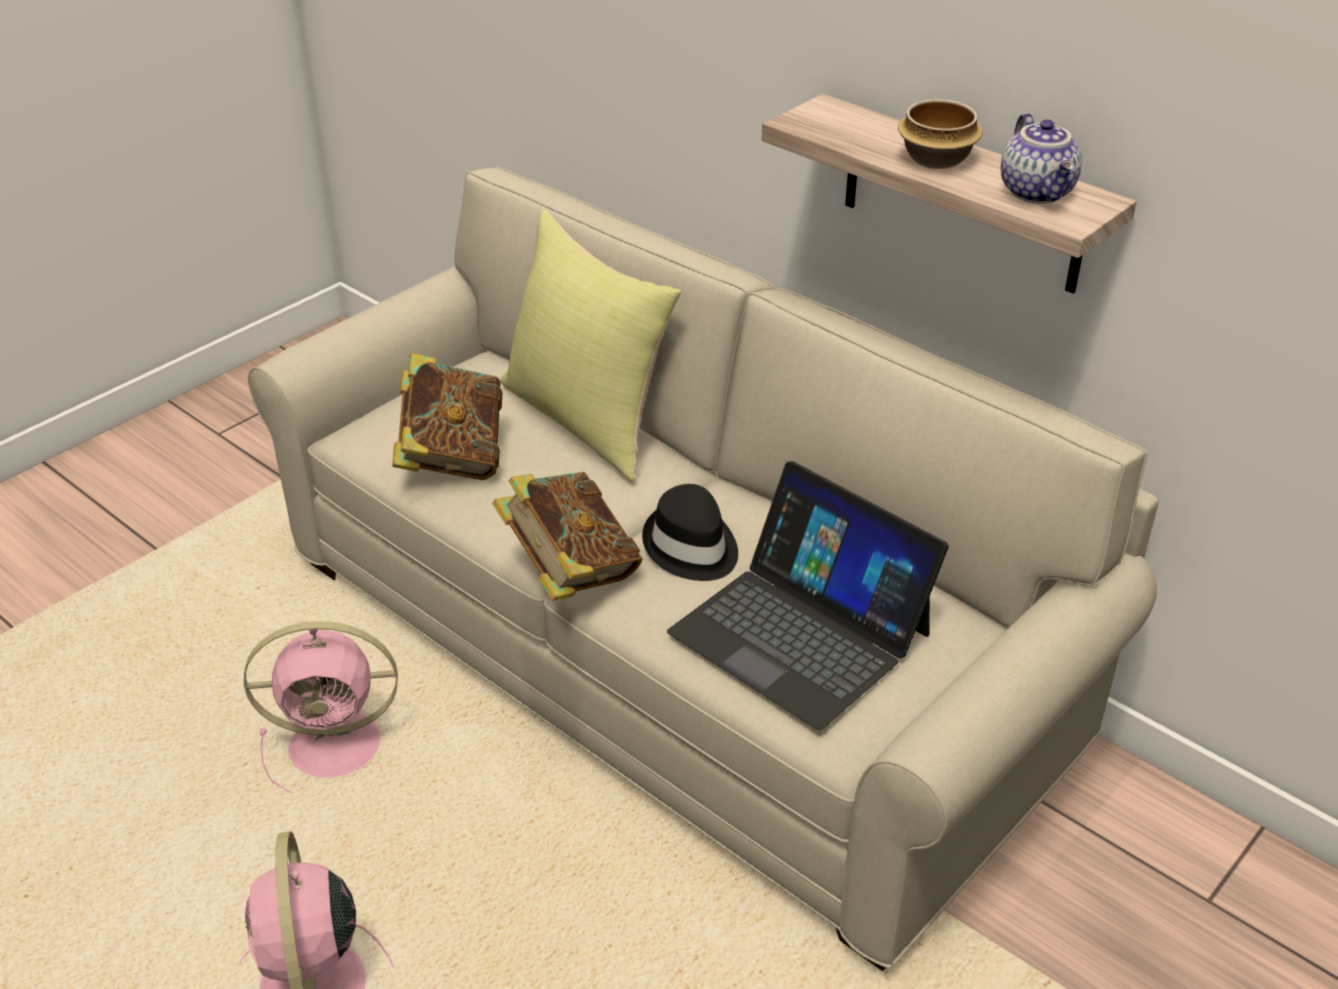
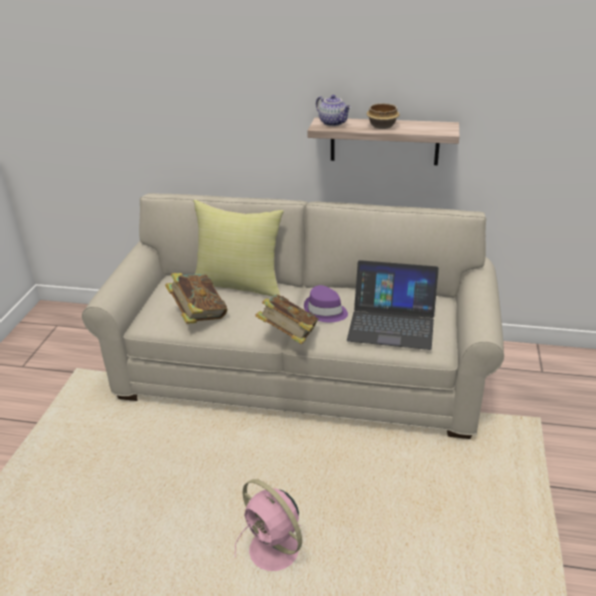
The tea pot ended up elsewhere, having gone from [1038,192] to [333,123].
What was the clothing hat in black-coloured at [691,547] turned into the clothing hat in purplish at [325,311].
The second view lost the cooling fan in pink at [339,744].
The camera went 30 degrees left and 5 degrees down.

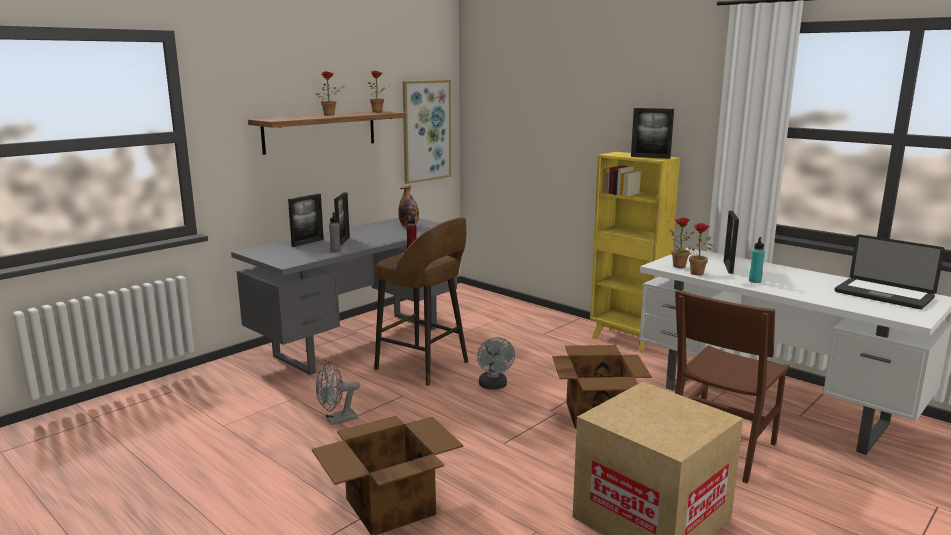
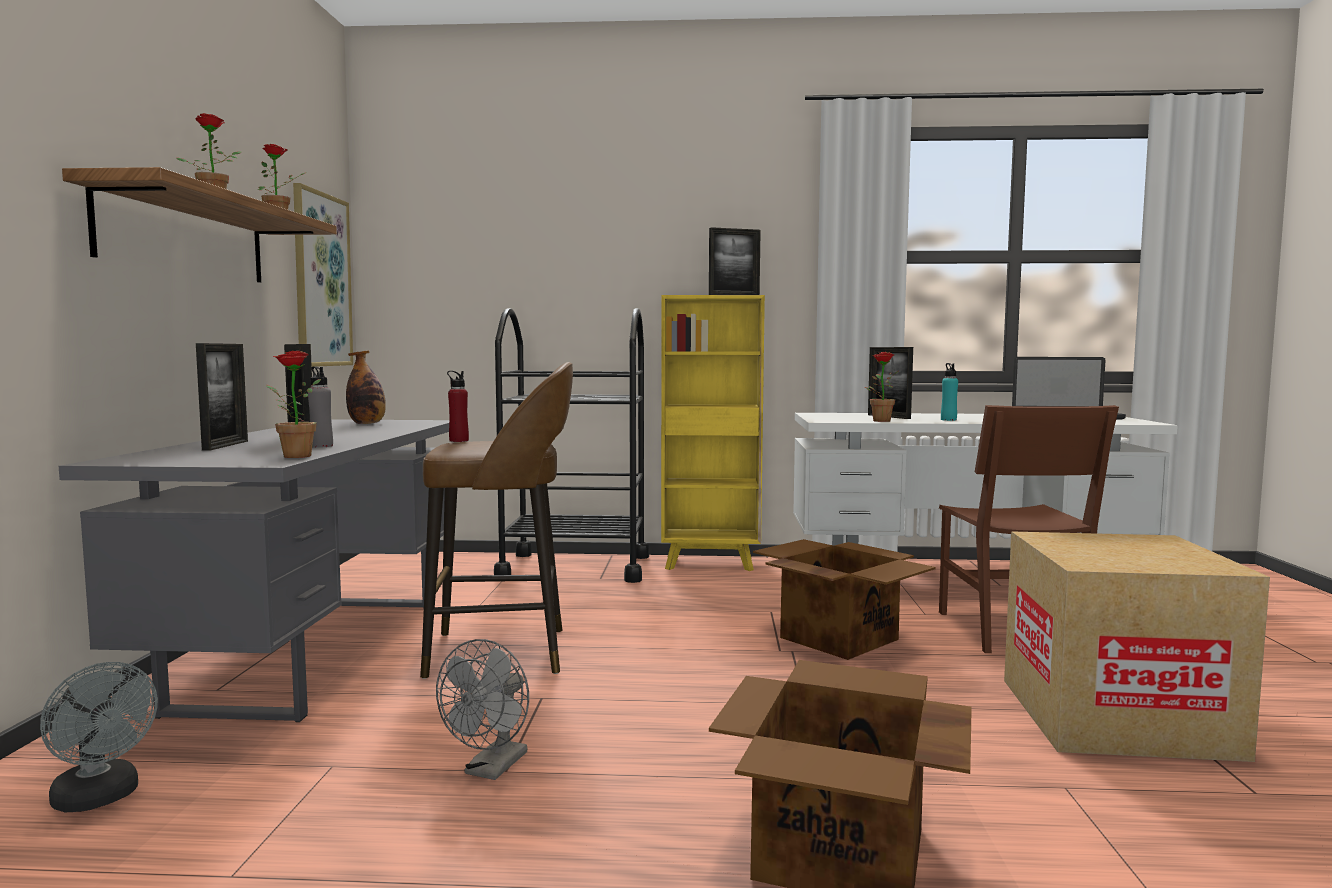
The houseplant ended up elsewhere, having gone from [676,265] to [292,456].
The cooling fan in gray ended up elsewhere, having gone from [494,386] to [100,798].
The second view gained the trolley in black-coloured at [575,567].
The camera went 40 degrees left and 10 degrees down.

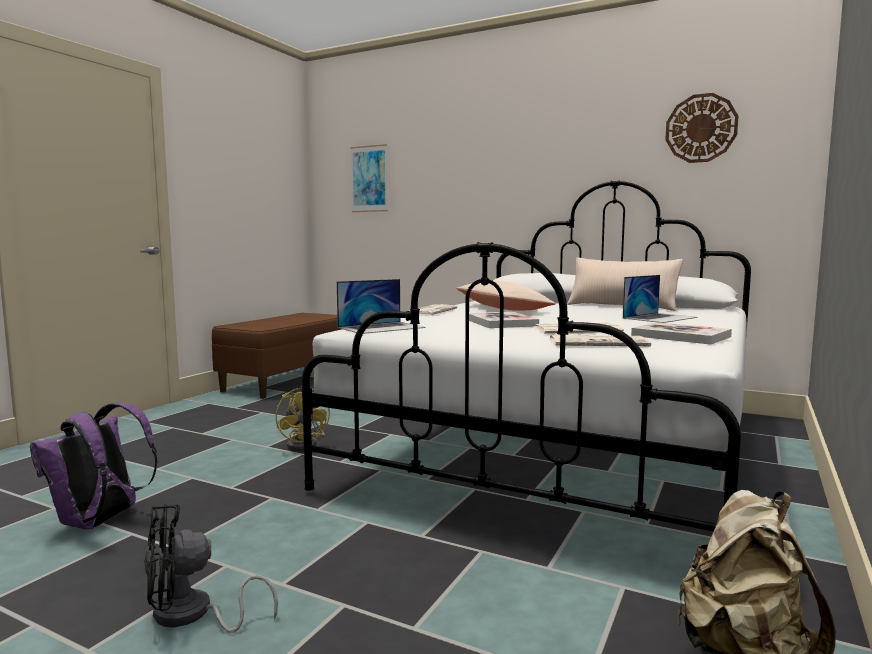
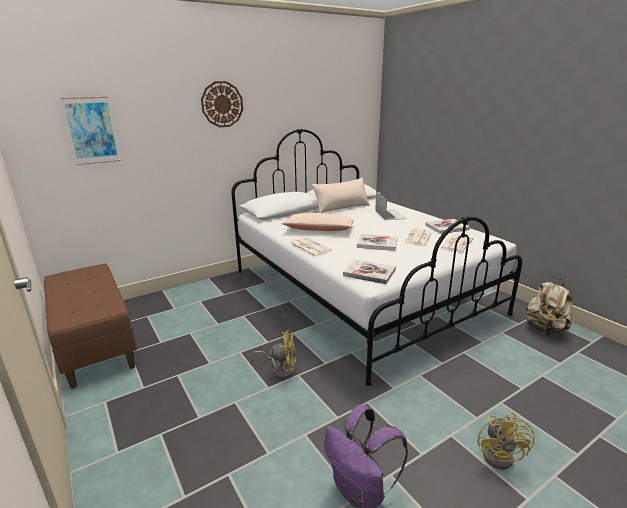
The wall clock ended up elsewhere, having gone from [701,128] to [222,104].
Where the portable computer stood at [381,327], the book came to stand at [369,273].
What was the cooling fan in black-coloured at [192,615] turned into the cooling fan in yellow-coloured at [501,455].
The camera went 60 degrees left and 15 degrees up.

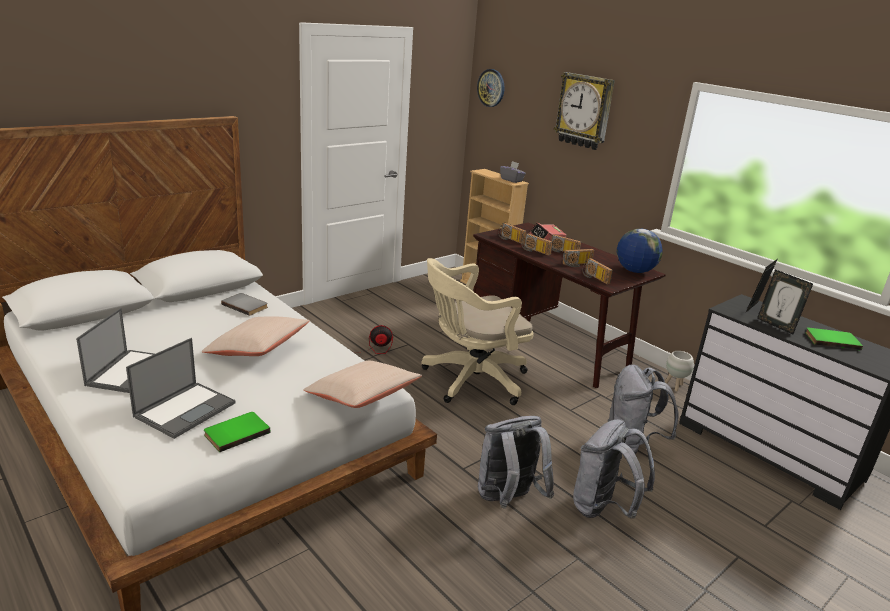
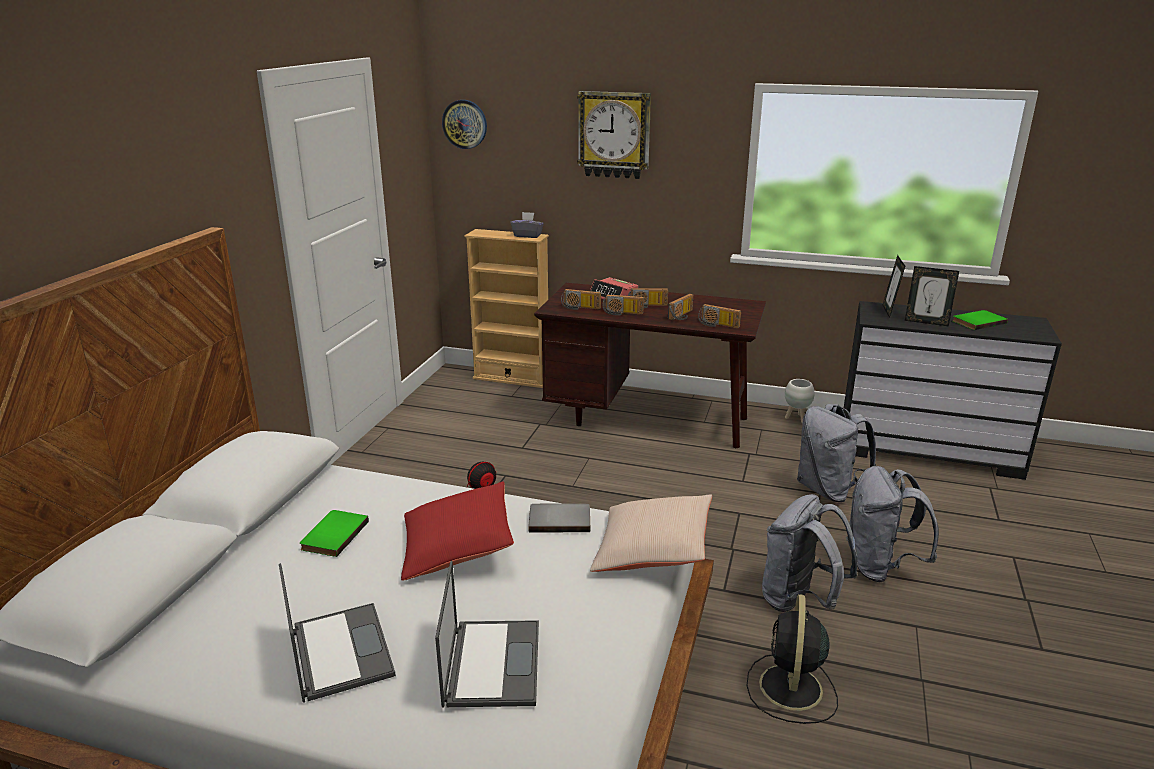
The second view lost the world globe at [635,271].
The second view lost the office chair in beige-coloured at [470,380].
The book in gray ended up elsewhere, having gone from [246,305] to [559,519].
What was the pillow in beige-coloured at [257,349] turned into the pillow in red-coloured at [457,547].
The book in green ended up elsewhere, having gone from [236,432] to [333,535].
The second view gained the cooling fan in black-coloured at [790,689].
The camera went 30 degrees left and 0 degrees up.

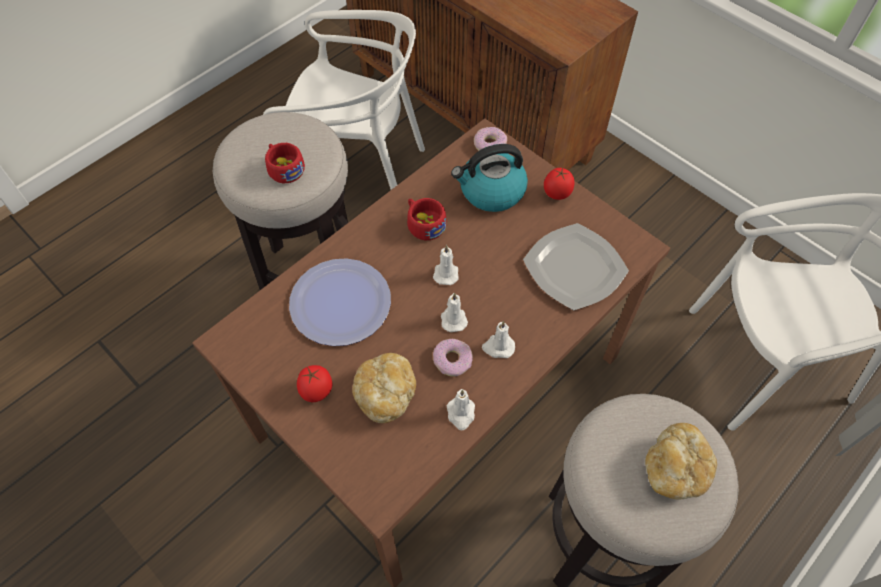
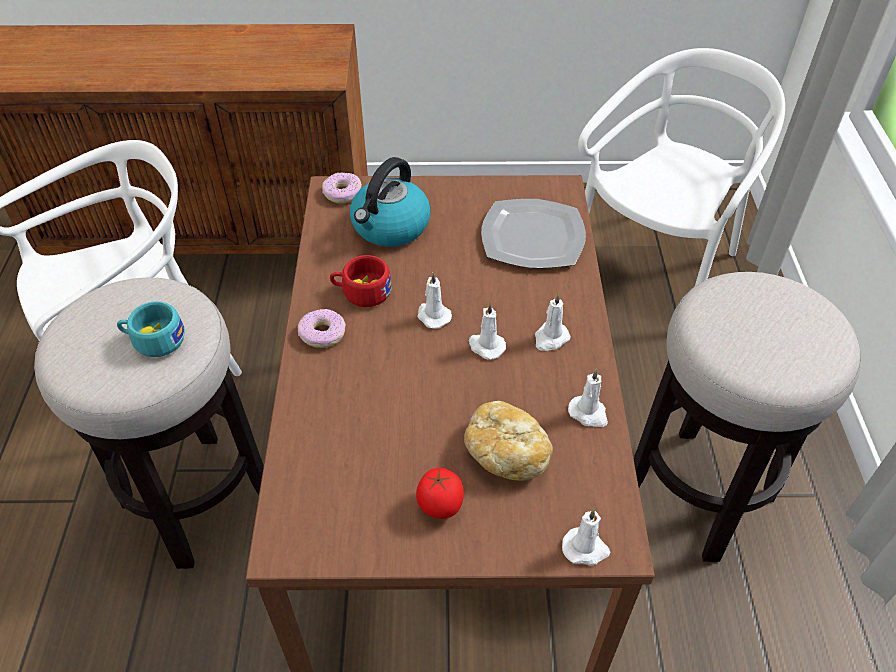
What was the cup in red-coloured at [284,168] turned into the cup in turquoise-coloured at [154,340].
The second view lost the whole tomato at [556,194].
The second view lost the flat dish at [341,303].
The donut ended up elsewhere, having gone from [452,360] to [322,333].
The second view lost the bread at [675,469].
The second view gained the candle in whitish at [586,548].
The camera went 45 degrees left and 10 degrees down.

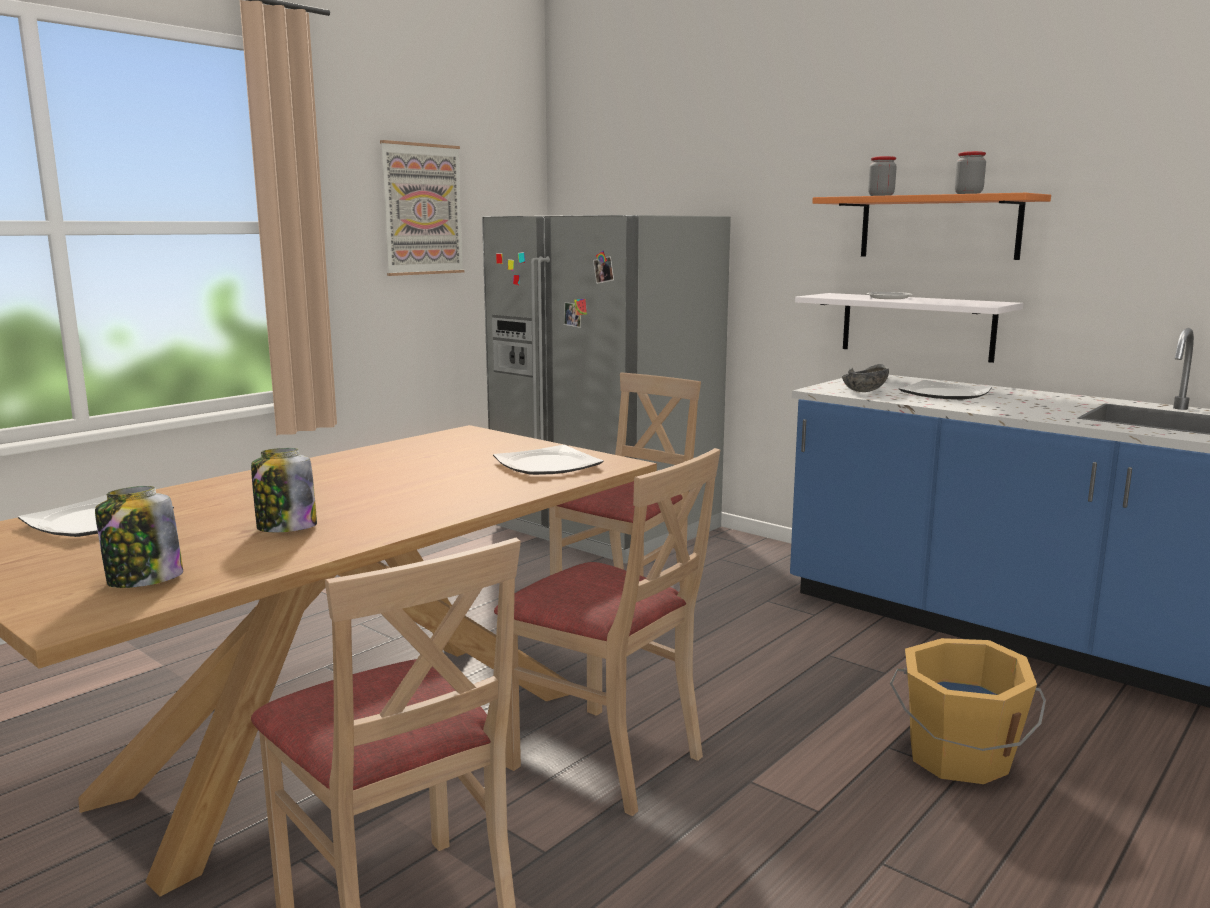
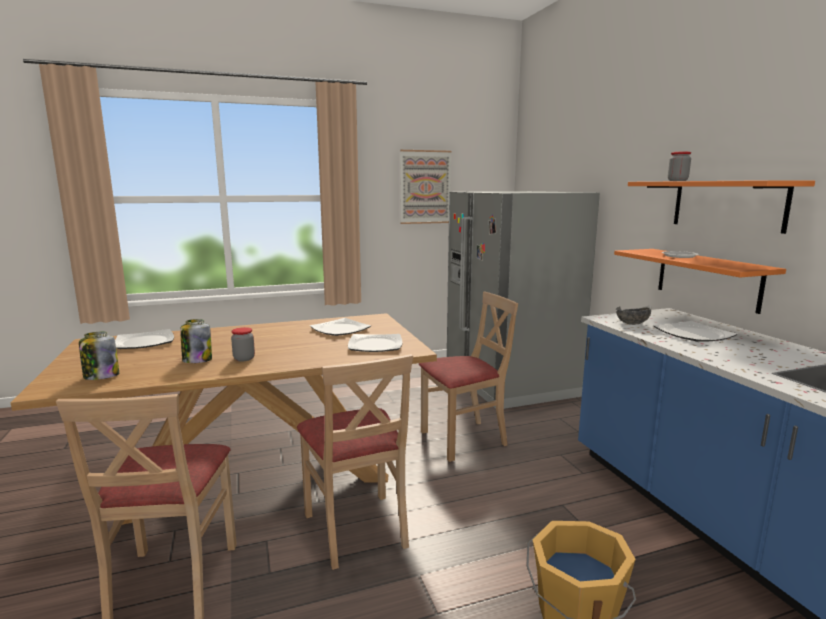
The preserve jar ended up elsewhere, having gone from [968,194] to [244,358].
What was the wall shelf in whitish at [917,326] turned into the wall shelf in orange-coloured at [707,279].
The second view gained the flat dish at [341,329].
The camera went 30 degrees right and 0 degrees up.

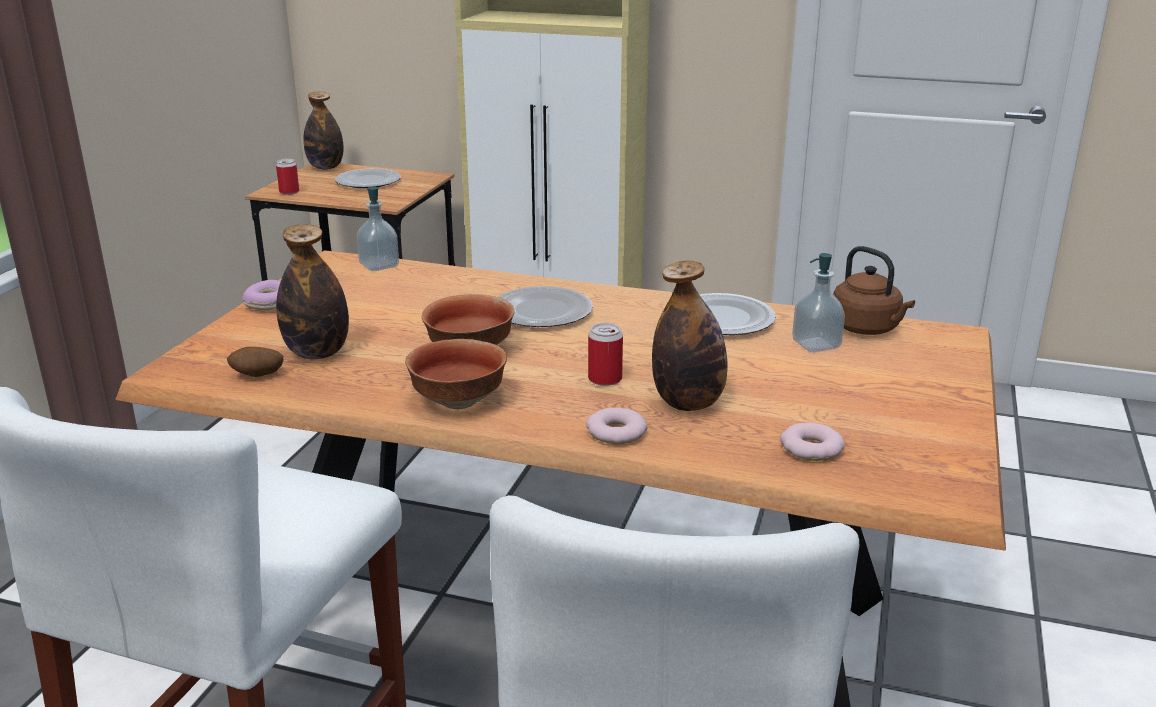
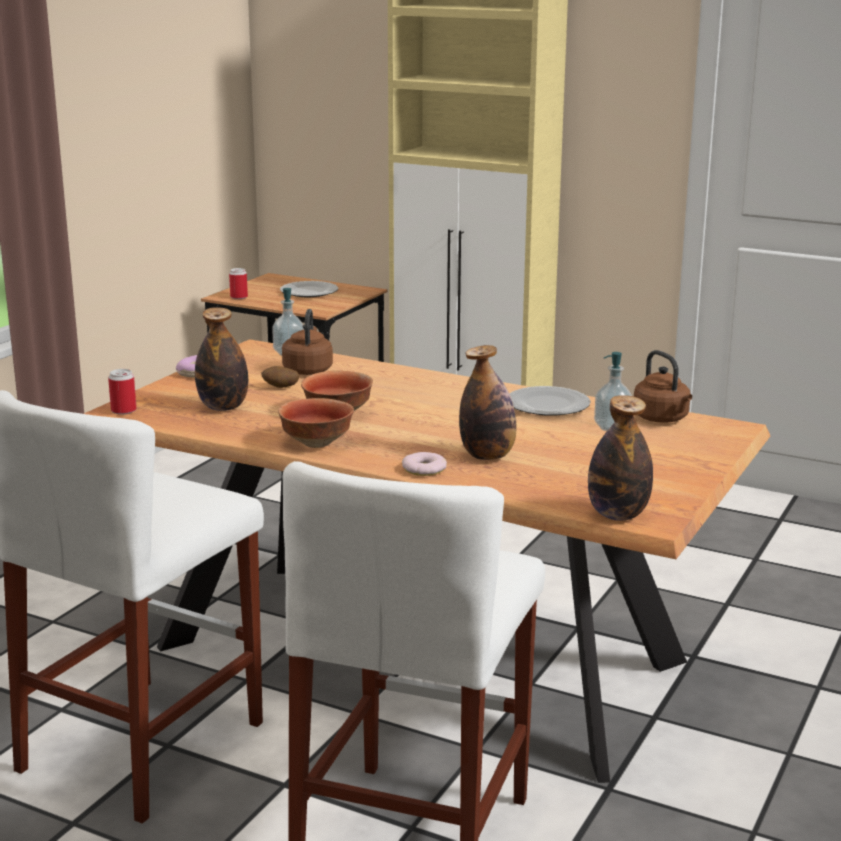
The bottle ended up elsewhere, having gone from [325,167] to [617,515].
The second view lost the flat dish at [543,311].
The sealed can ended up elsewhere, having gone from [605,379] to [123,411].
The spud ended up elsewhere, having gone from [257,376] to [280,387].
The second view lost the donut at [811,448].
The second view gained the water kettle in brown-coloured at [308,370].
The camera went 10 degrees right and 5 degrees down.

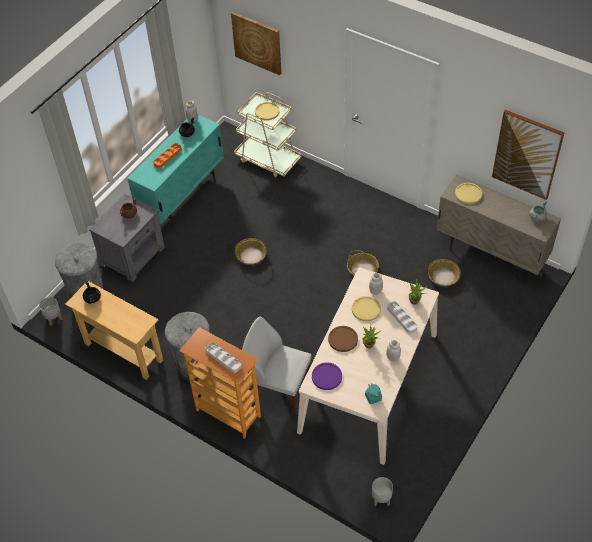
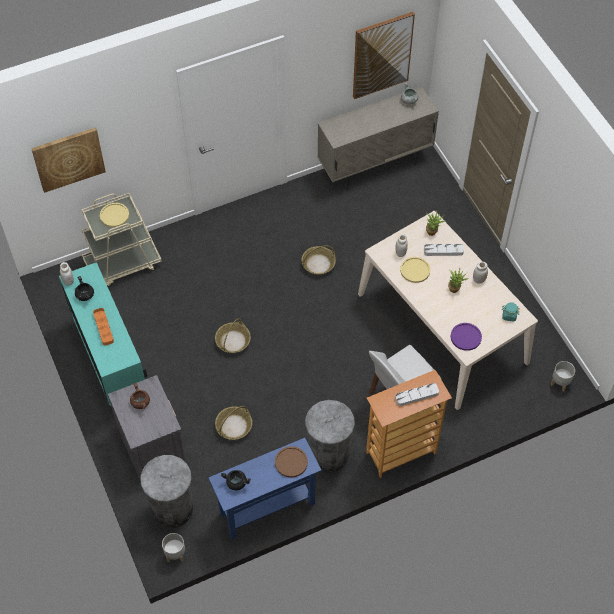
The second view lost the flat dish in yellow-coloured at [468,194].
The storage basket ended up elsewhere, having gone from [443,276] to [234,426].
What was the console table in beige-coloured at [124,352] turned into the console table in blue at [267,508].
The flat dish in brown-coloured ended up elsewhere, having gone from [343,339] to [291,462].
The camera went 60 degrees left and 5 degrees up.

